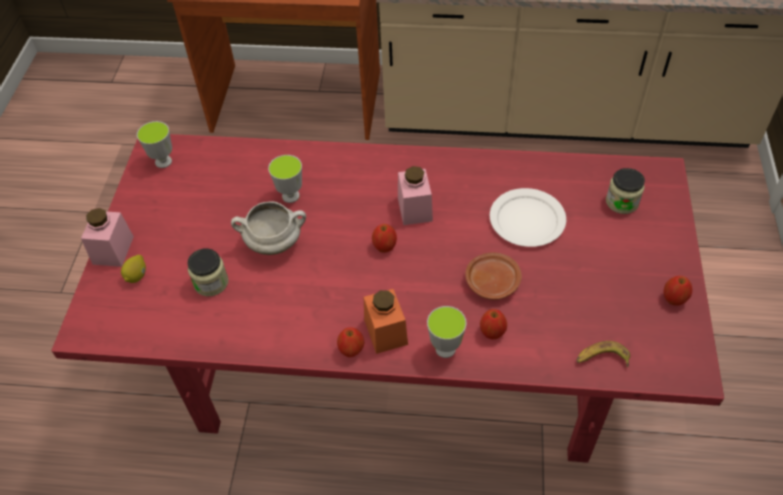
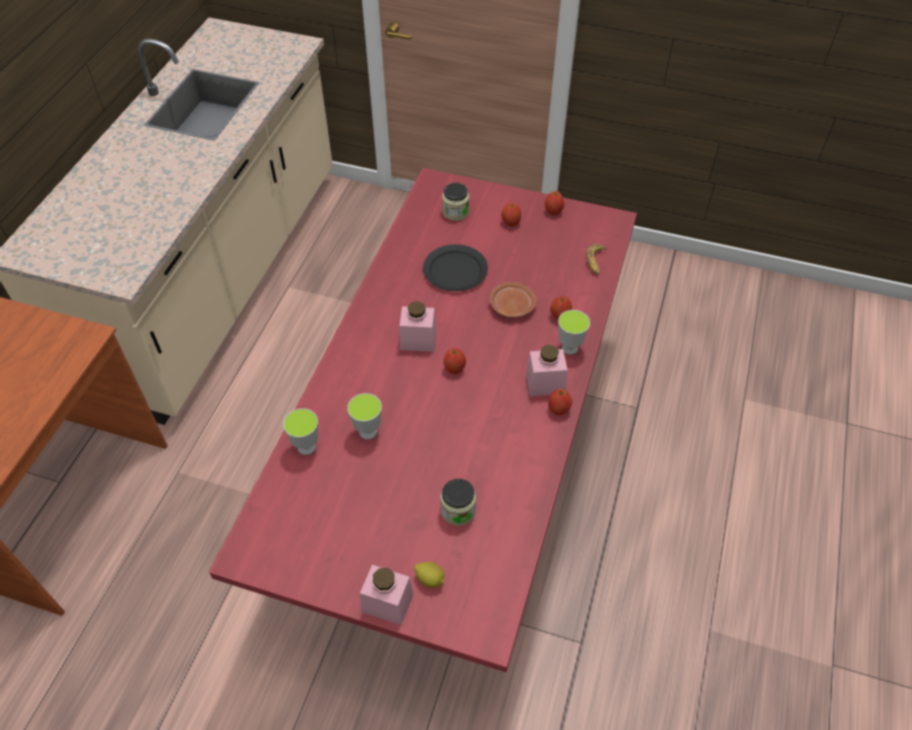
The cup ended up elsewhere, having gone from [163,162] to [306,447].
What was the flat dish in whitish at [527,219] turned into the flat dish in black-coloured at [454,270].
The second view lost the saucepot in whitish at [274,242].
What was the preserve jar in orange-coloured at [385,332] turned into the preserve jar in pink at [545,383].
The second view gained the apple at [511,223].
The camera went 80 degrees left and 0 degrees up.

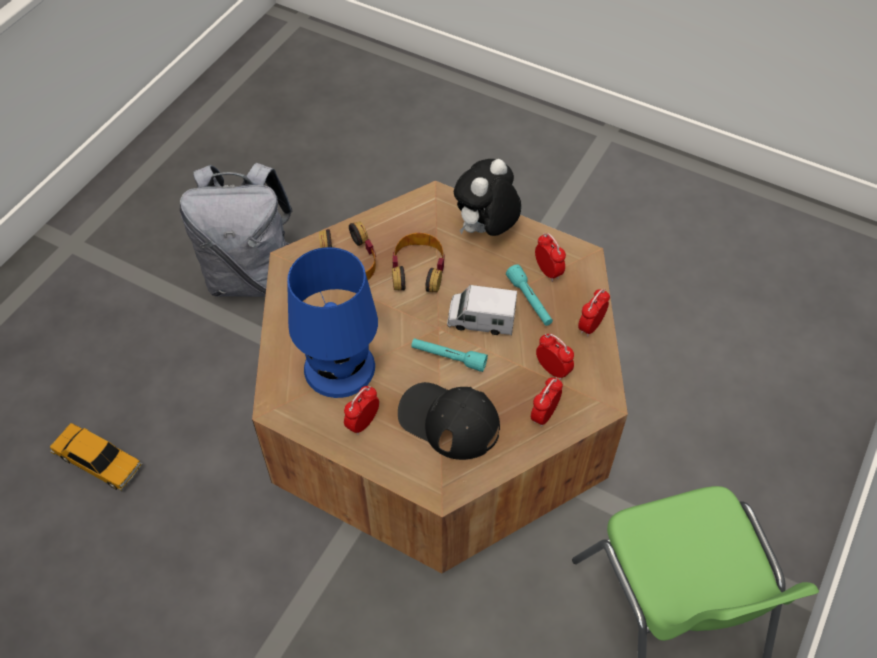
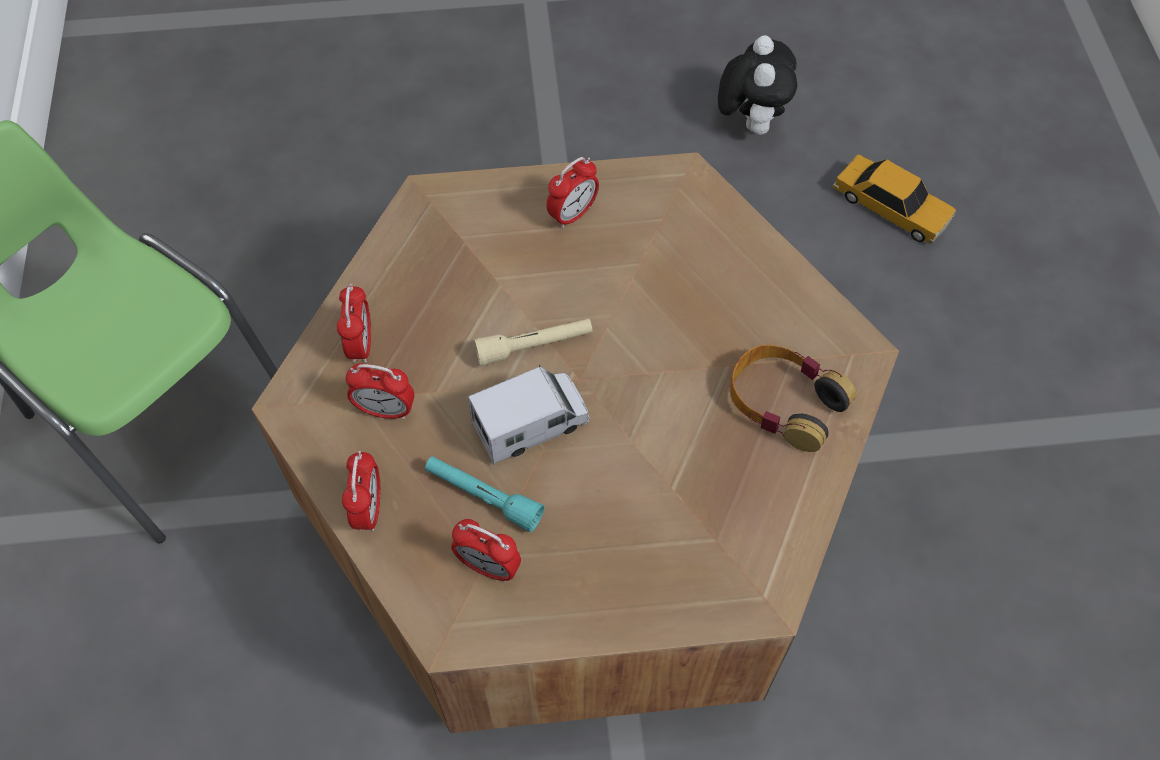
The cuddly toy ended up elsewhere, having gone from [485,230] to [750,122].
The second view lost the knapsack in gray at [252,276].
The second view lost the pair of headphones at [418,269].
The second view lost the tabletop lamp in blue at [340,366].
What was the flashlight in turquoise-coloured at [448,358] turned into the flashlight in beige-coloured at [534,346].
The second view lost the peaked cap in black-coloured at [448,421].
The alarm clock at [363,423] ended up facing another way, 45 degrees clockwise from before.
The toy car at [99,462] ended up facing another way, 135 degrees counterclockwise from before.
The camera went 145 degrees right and 5 degrees up.

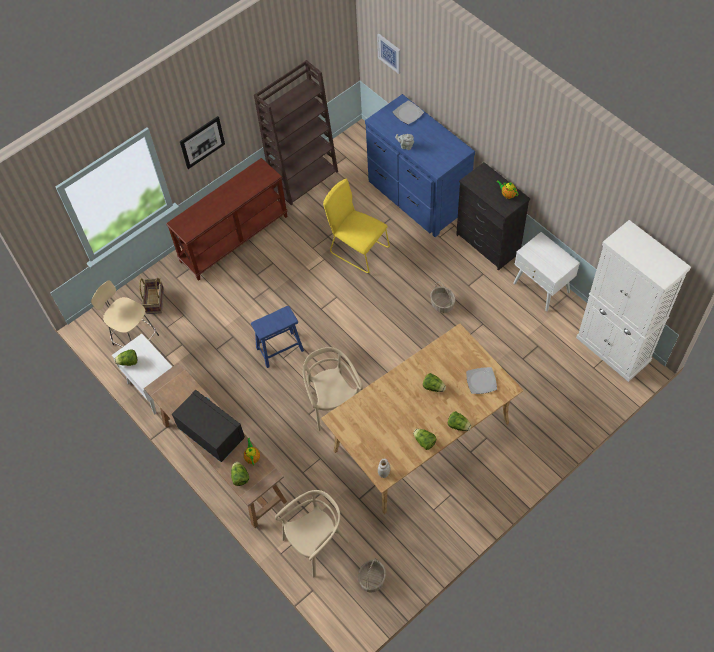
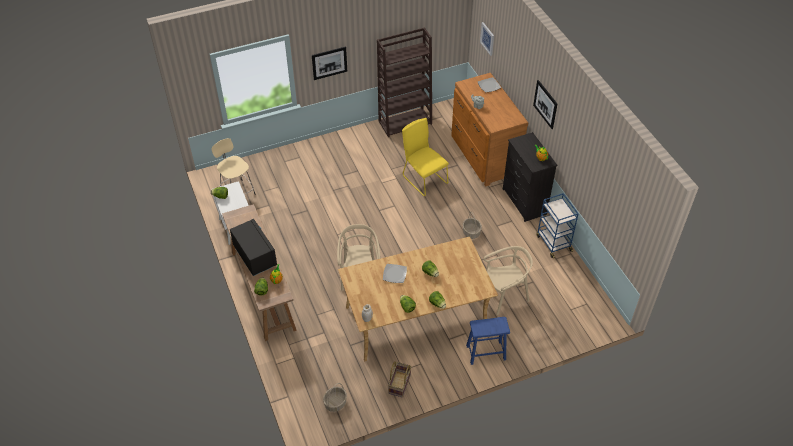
What was the drawer chest in blue at [417,196] turned into the drawer chest in brown-coloured at [483,156].
The second view lost the console table in brown-coloured at [234,238].
The second view lost the cupboard in whitish at [613,349].
Where the night table in whitish stood at [541,287], the trolley in blue came to stand at [553,243].
The storage basket ended up elsewhere, having gone from [155,301] to [400,384].
The sitting stool in blue ended up elsewhere, having gone from [280,349] to [486,352].
The flat dish ended up elsewhere, having gone from [481,381] to [394,274].
The upright chair in beige-coloured ended up elsewhere, having gone from [316,543] to [505,295].
The second view gained the wall art at [545,104].
The camera went 15 degrees right and 10 degrees down.

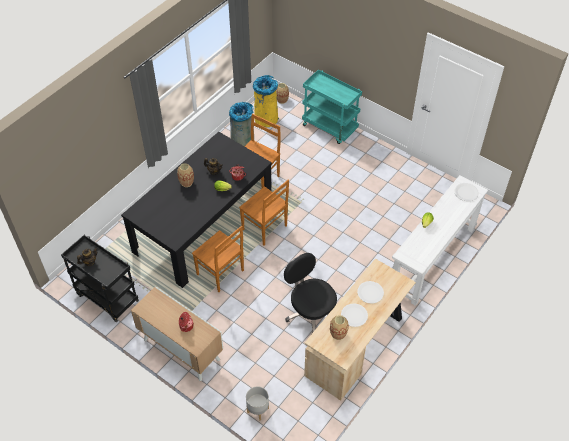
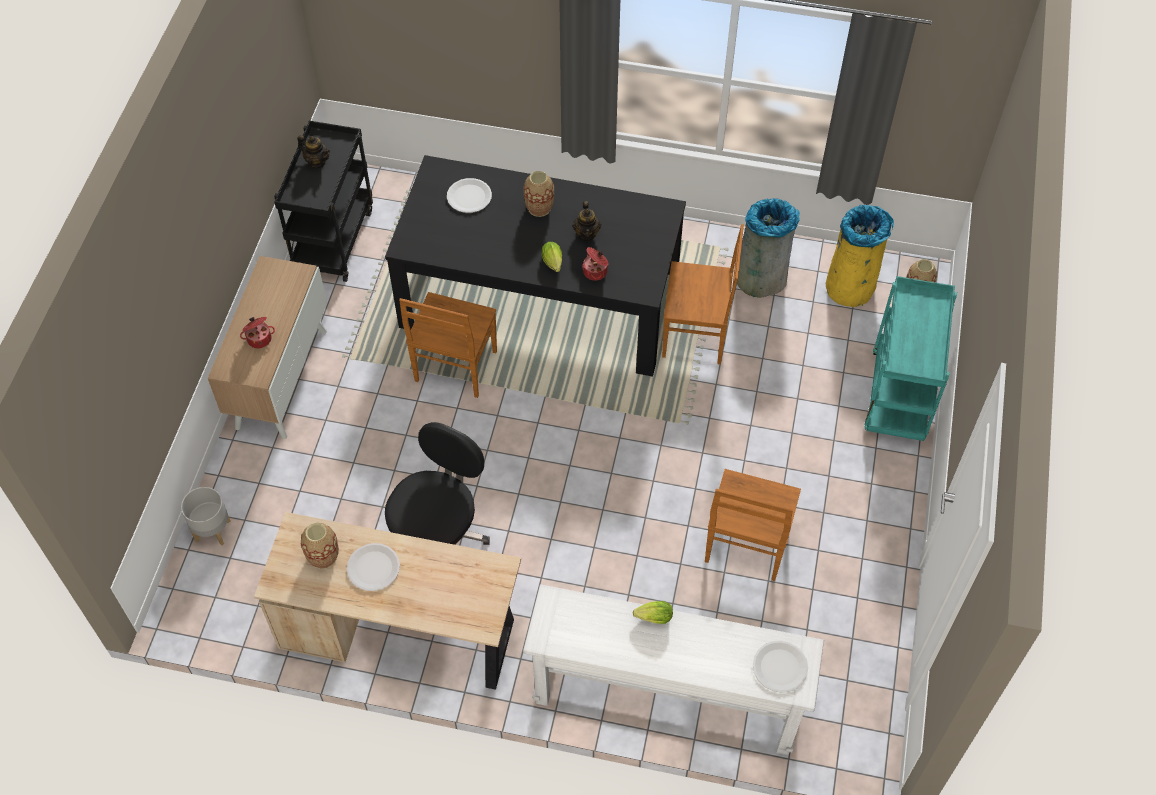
The upright chair in brown-coloured ended up elsewhere, having gone from [265,228] to [746,546].
The flat dish in whitish ended up elsewhere, having gone from [370,292] to [469,197].
The camera went 65 degrees right and 5 degrees up.

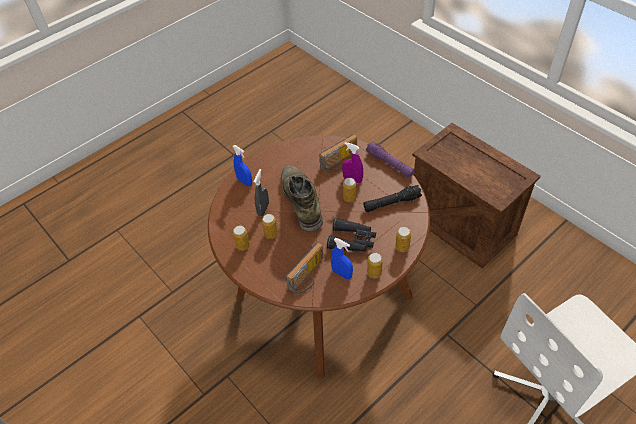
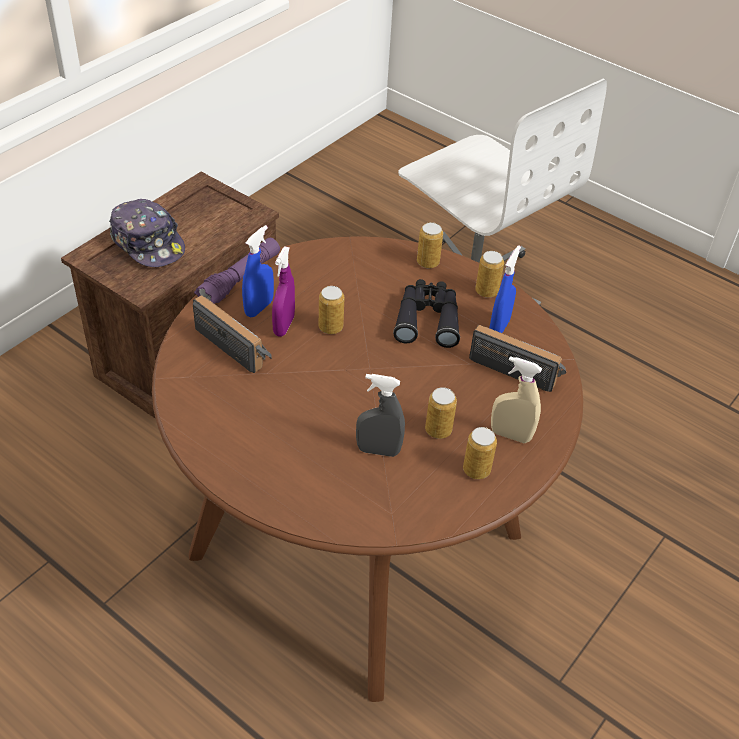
The spray bottle in blue ended up elsewhere, having gone from [244,182] to [259,308].
The second view lost the boot in green at [301,201].
The second view lost the flashlight in black-coloured at [391,203].
The second view gained the peaked cap at [148,243].
The second view gained the spray bottle in beige-coloured at [510,435].
The camera went 105 degrees left and 5 degrees down.

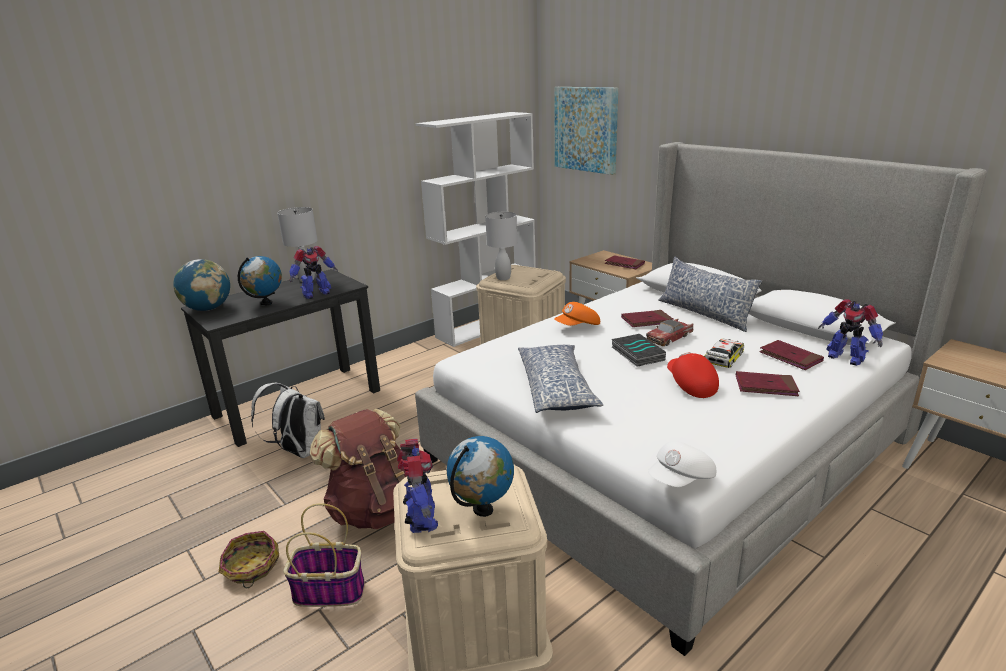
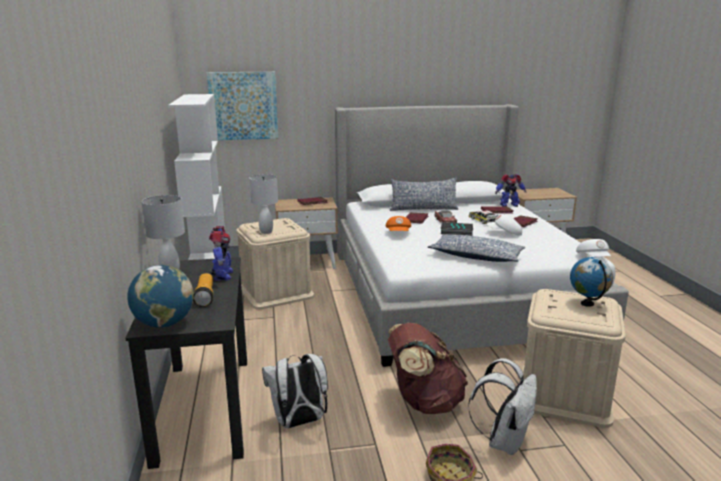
Where the world globe stood at [266,303], the flashlight came to stand at [205,297].
What was the peaked cap in red-coloured at [690,385] turned into the peaked cap in whitish at [504,233].
The second view lost the robot figure at [421,518].
Where the storage basket stood at [330,591], the knapsack in whitish came to stand at [504,441].
The camera went 60 degrees left and 5 degrees down.

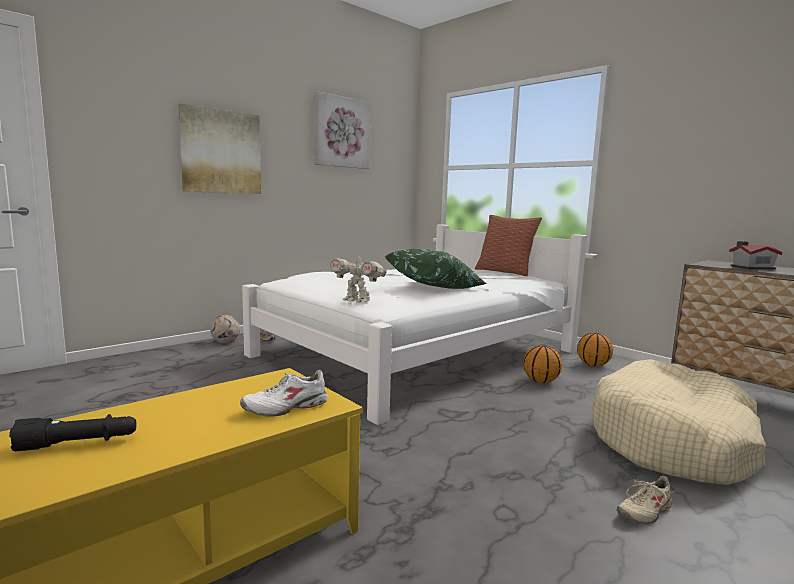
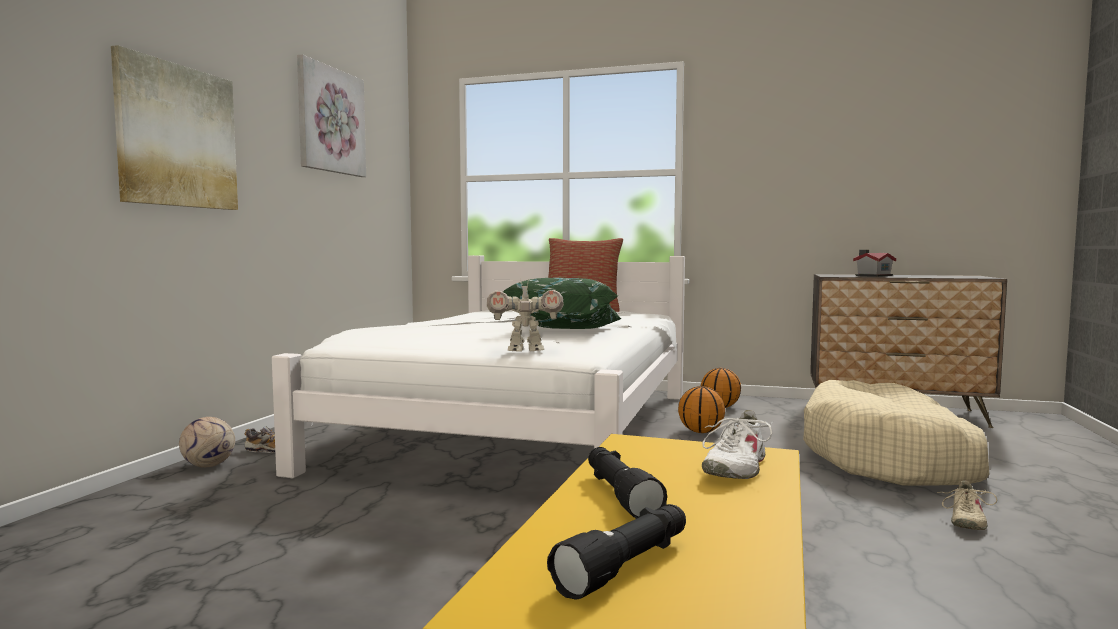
The second view gained the flashlight in black-coloured at [619,495].
The camera went 30 degrees left and 5 degrees down.

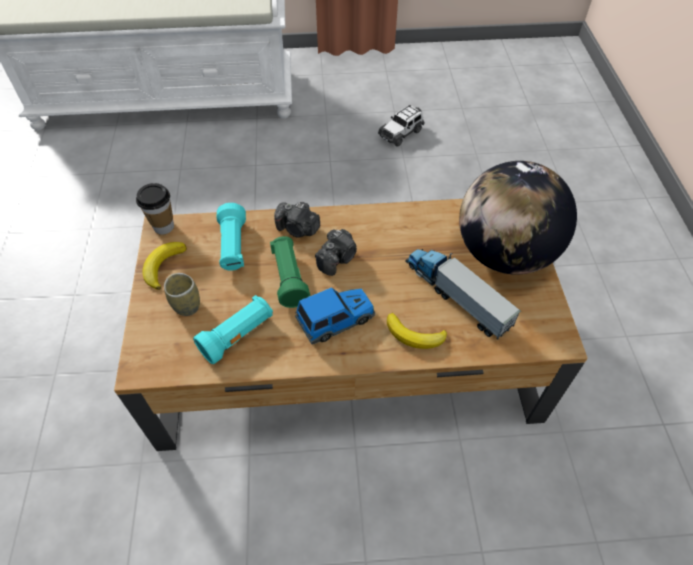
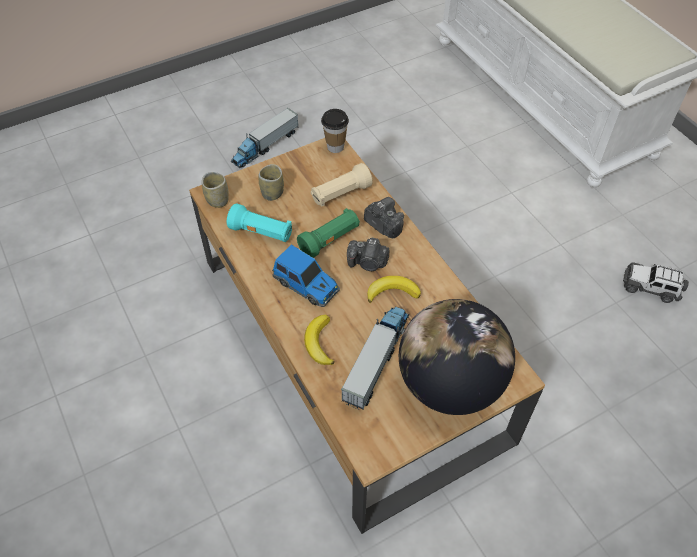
The photo camera at [298,229] ended up facing another way, 135 degrees clockwise from before.
What was the flashlight in turquoise-coloured at [233,247] turned into the flashlight in beige-coloured at [340,194].
The banana fruit ended up elsewhere, having gone from [163,266] to [392,292].
The second view gained the toy lorry at [265,146].
The second view gained the cup at [217,200].
The camera went 65 degrees right and 0 degrees up.

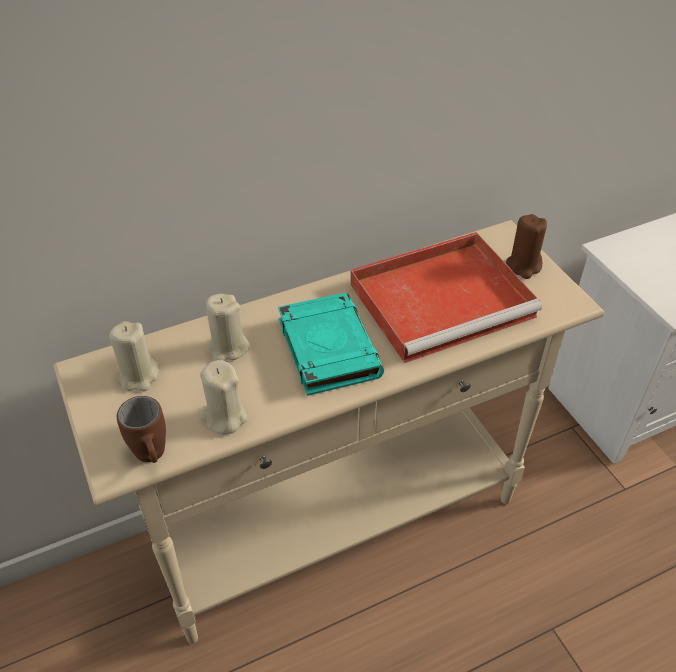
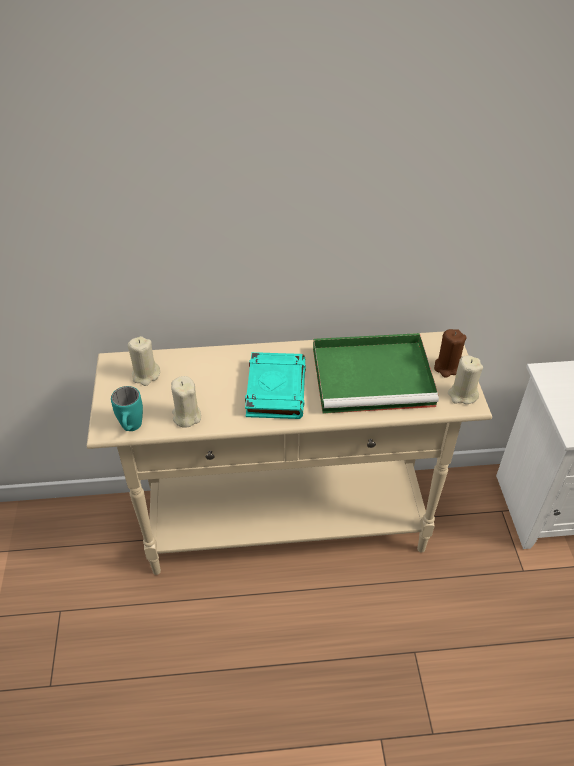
What was the tray in red-coloured at [444,299] turned into the tray in green at [375,376].
The candle in beige-coloured ended up elsewhere, having gone from [228,348] to [462,395].
What was the tea mug in brown-coloured at [152,458] turned into the tea mug in turquoise-coloured at [131,429].
The camera went 20 degrees right and 0 degrees up.

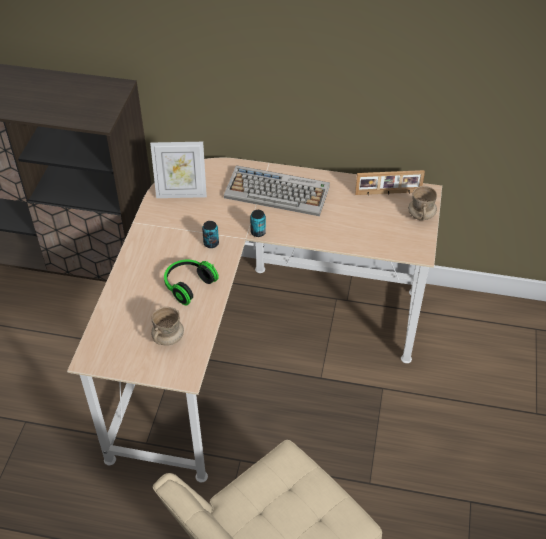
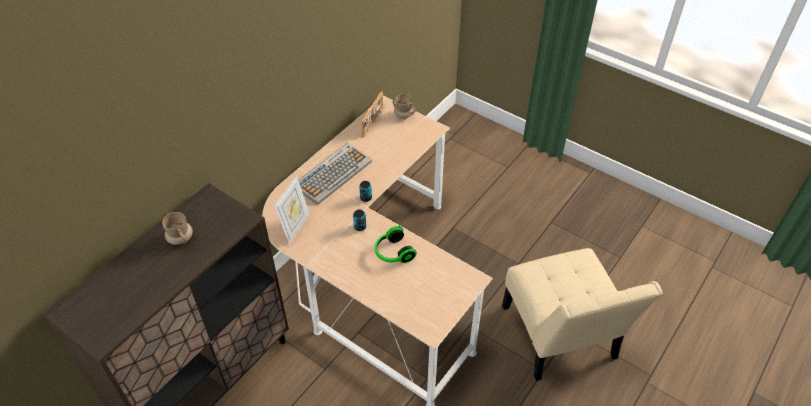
The tea mug in beige-coloured ended up elsewhere, having gone from [168,338] to [180,239].
The camera went 65 degrees left and 0 degrees up.

